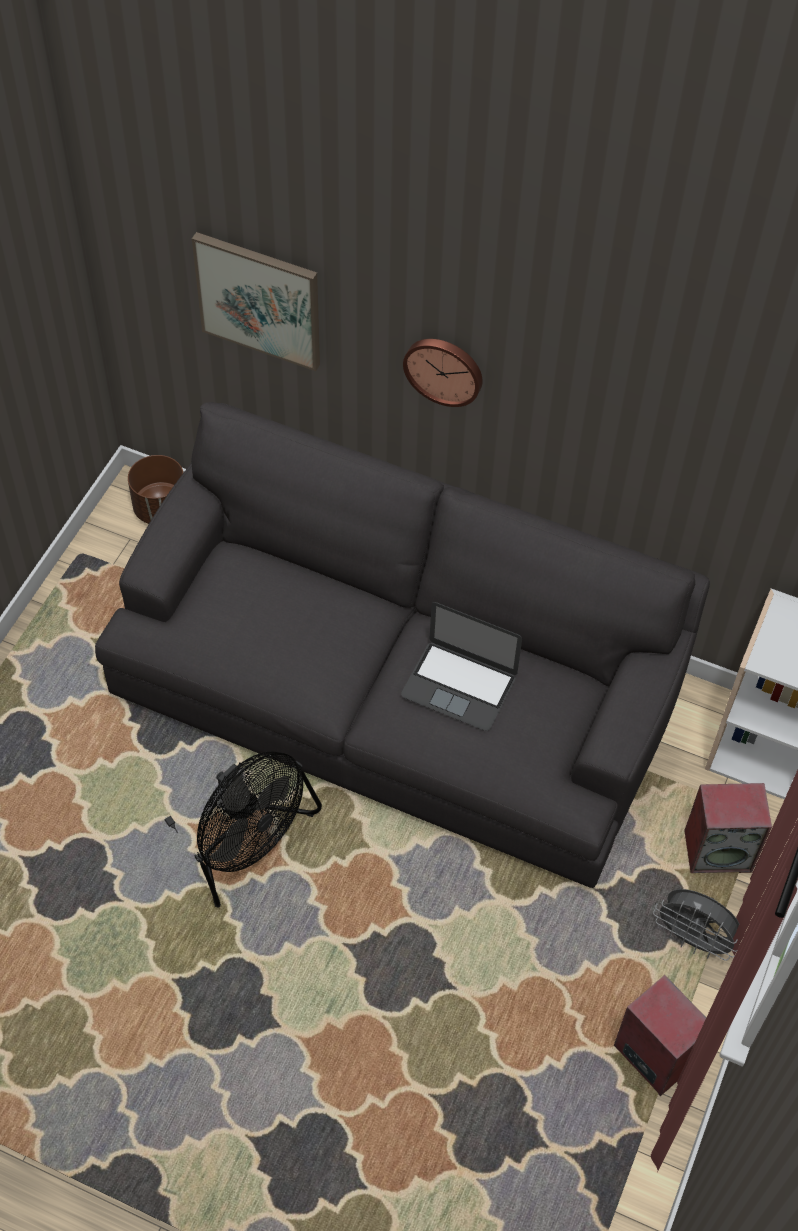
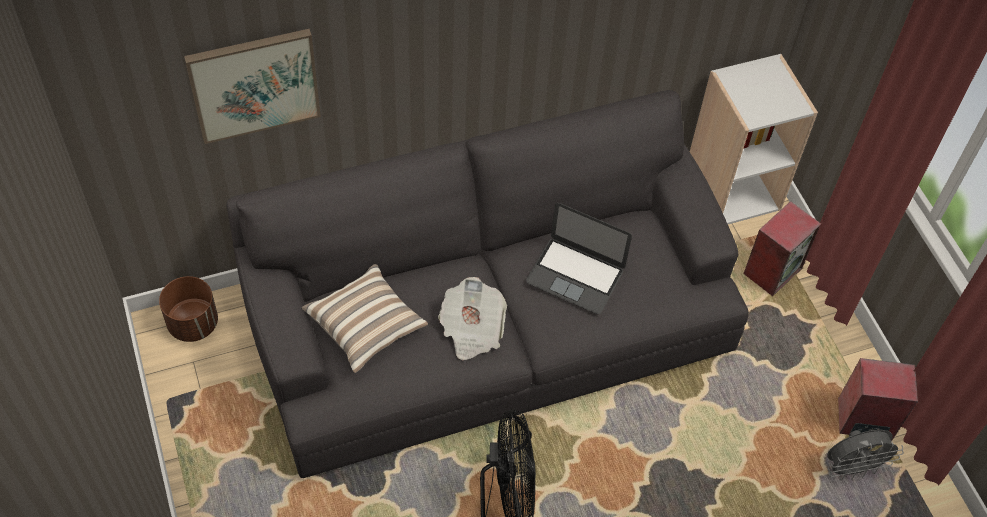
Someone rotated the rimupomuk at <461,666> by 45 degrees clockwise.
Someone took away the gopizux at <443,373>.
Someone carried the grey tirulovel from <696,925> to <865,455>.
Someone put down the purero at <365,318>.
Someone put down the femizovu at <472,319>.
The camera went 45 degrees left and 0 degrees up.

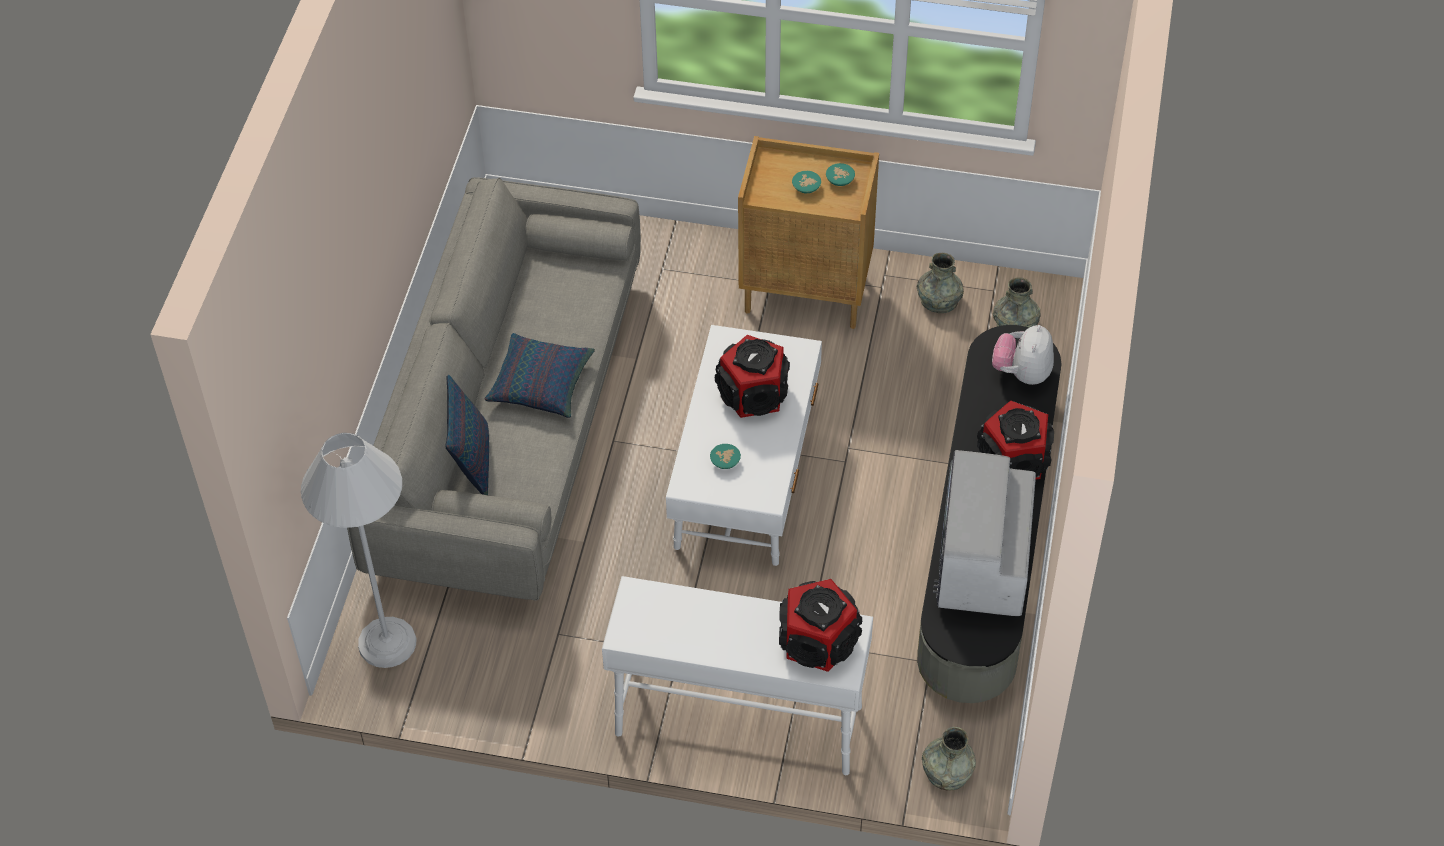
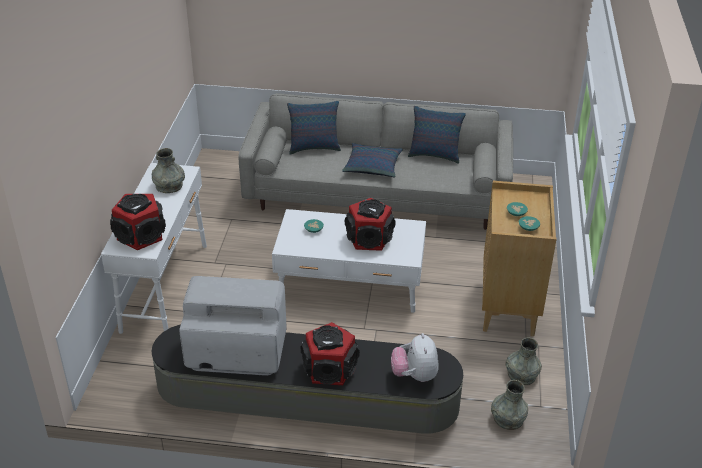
Someone took away the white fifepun at <358,550>.
Someone carried the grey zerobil from <949,759> to <168,170>.
Someone rotated the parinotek at <1023,355> by 105 degrees counterclockwise.
Someone put down the blue purero at <437,135>.
The camera went 85 degrees right and 15 degrees down.

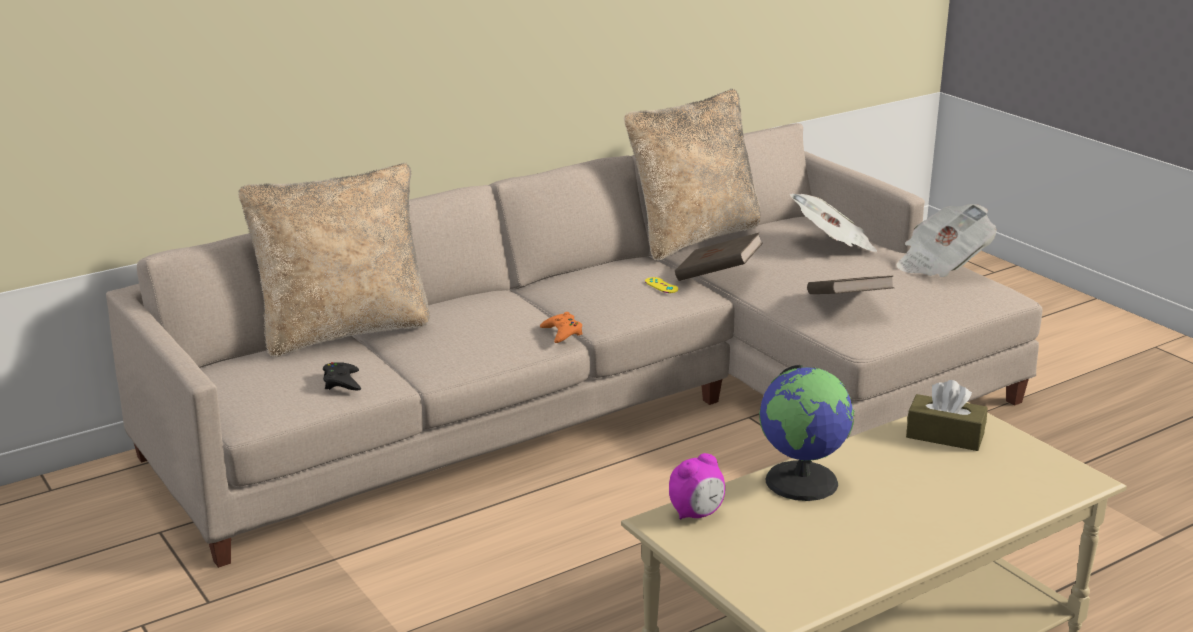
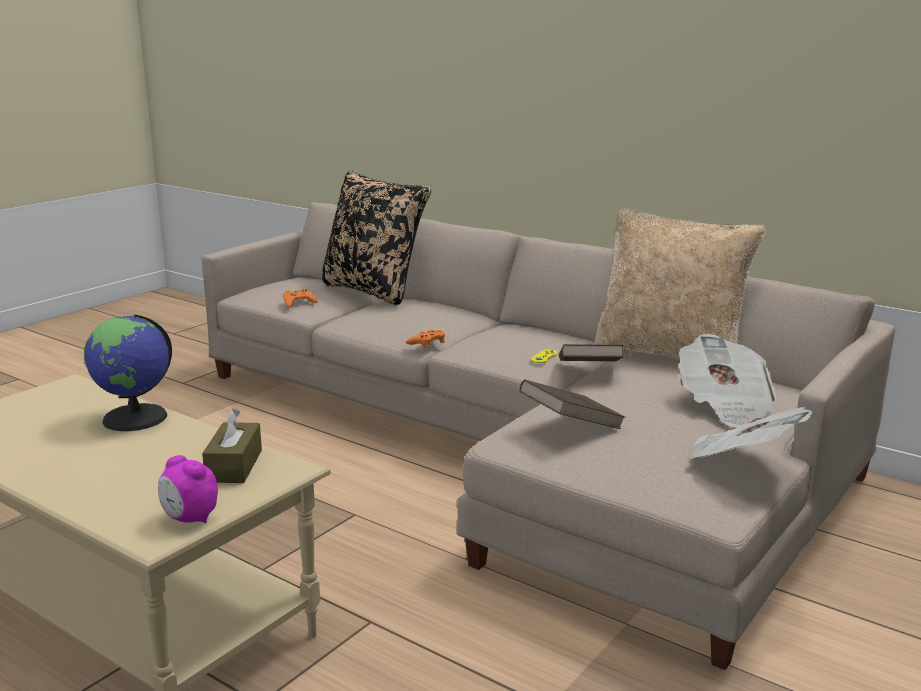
Someone repainted the beige purero at <334,260>, which became the black purero at <376,238>.
Someone repainted the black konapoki at <342,376>, which became the orange konapoki at <300,299>.
Someone carried the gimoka from <697,486> to <188,489>.
The camera went 70 degrees right and 5 degrees down.

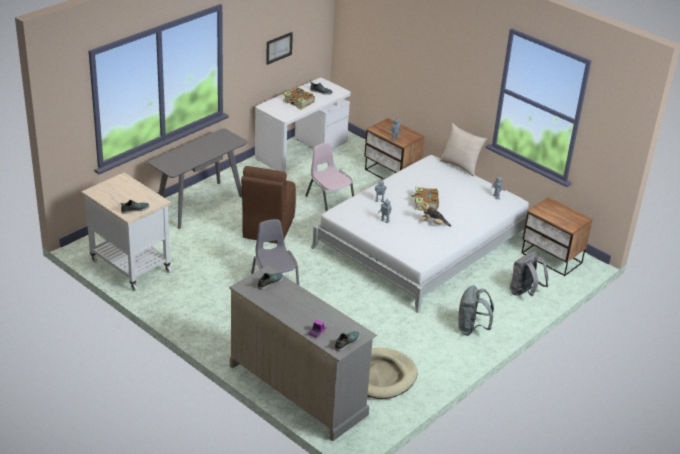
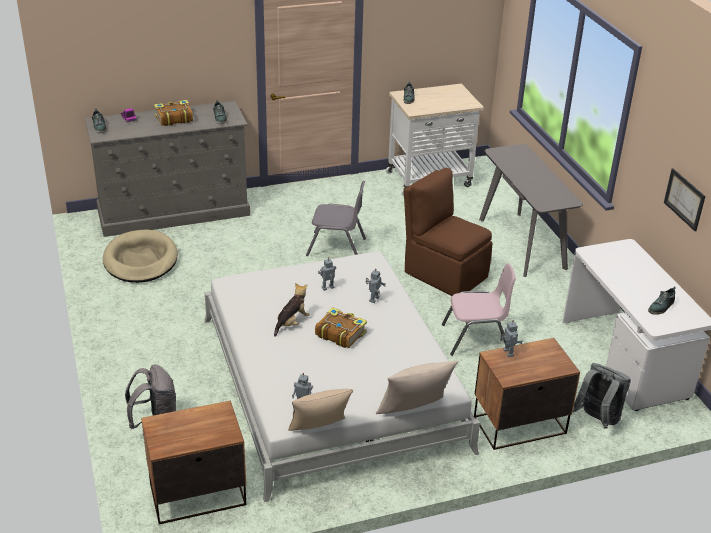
Someone carried the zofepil from <299,99> to <173,113>.
Someone carried the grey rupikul from <476,311> to <602,396>.
Someone put down the beige purero at <320,410>.
The camera went 120 degrees right and 0 degrees up.

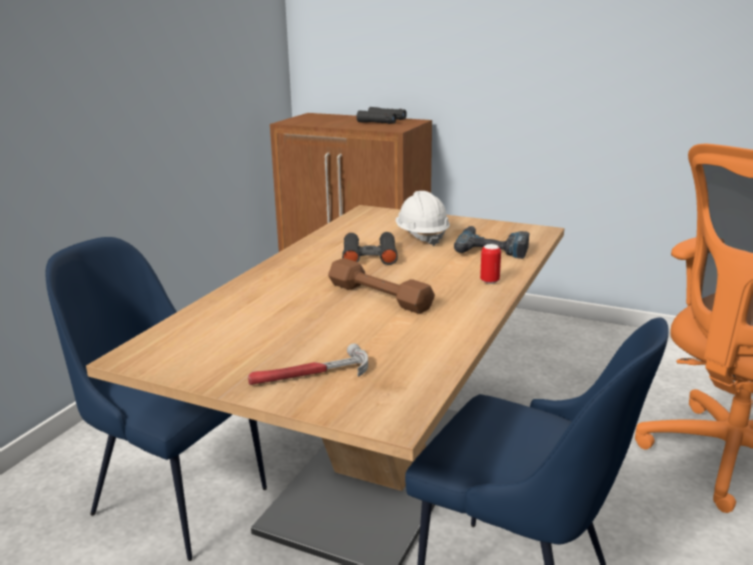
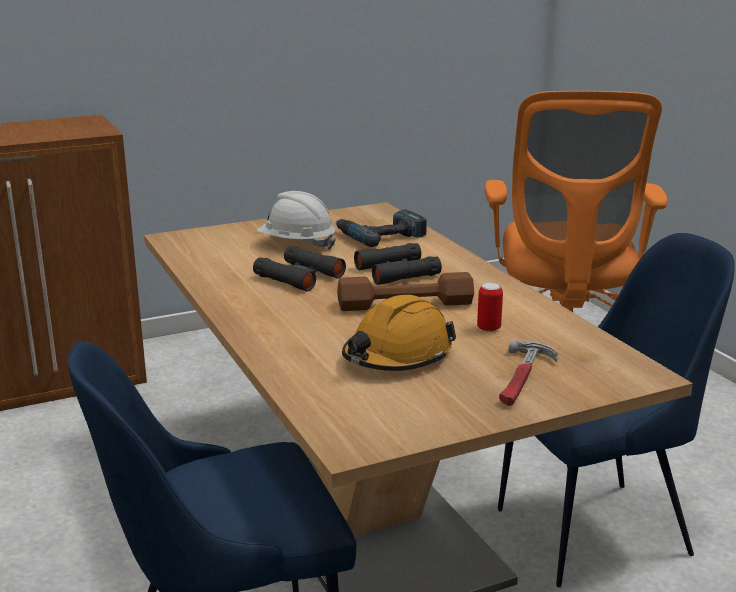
Someone carried the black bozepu from <382,115> to <398,264>.
Someone carried the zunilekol from <490,264> to <490,307>.
Someone put down the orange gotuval at <399,333>.
The camera went 50 degrees left and 0 degrees up.

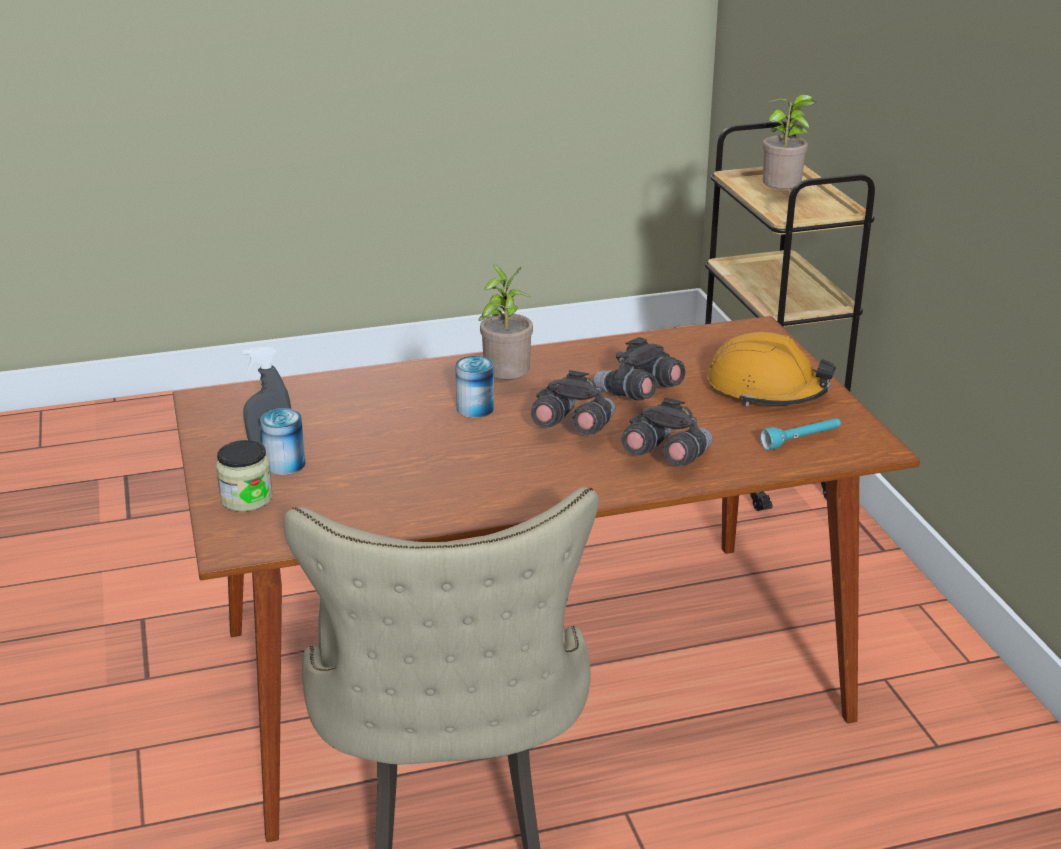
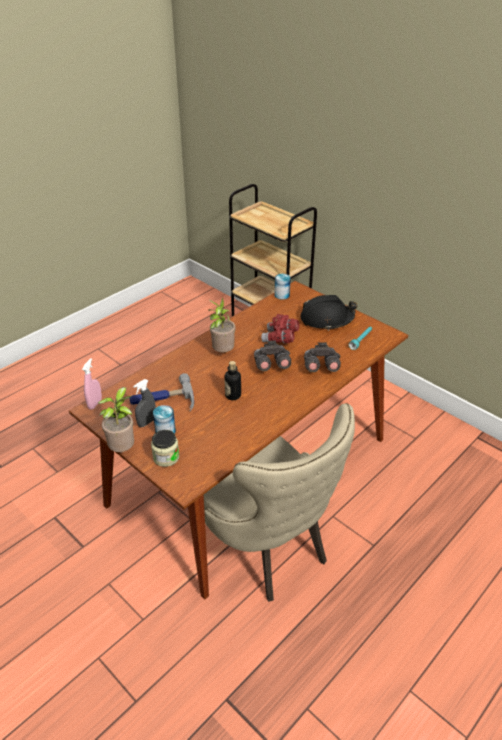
Someone carried the zunilekol from <474,387> to <282,287>.
Someone repainted the grey bozepu at <639,368>, which became the red bozepu at <280,329>.
Someone repainted the orange gotuval at <771,369>, which became the black gotuval at <328,313>.
Someone carried the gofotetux from <789,142> to <116,419>.
Someone put down the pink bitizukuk at <92,384>.
Someone put down the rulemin at <162,392>.
Someone put down the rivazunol at <232,380>.
The camera went 30 degrees left and 10 degrees up.

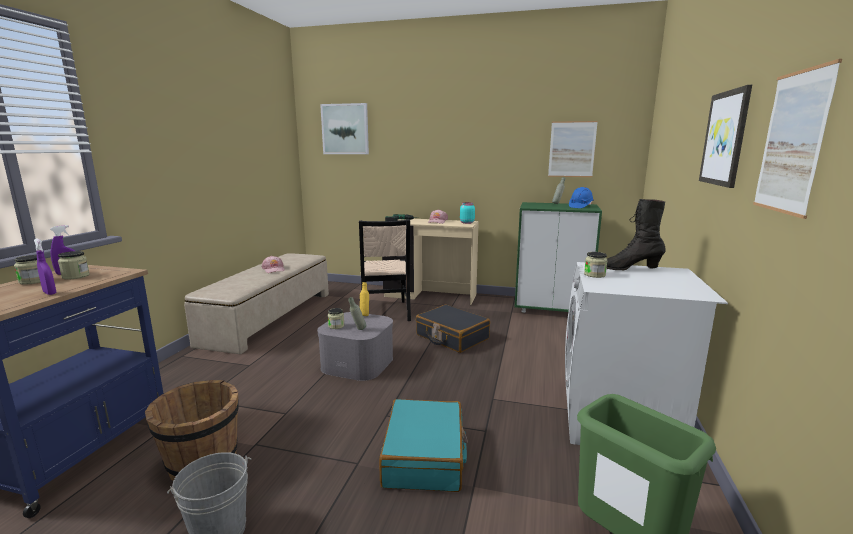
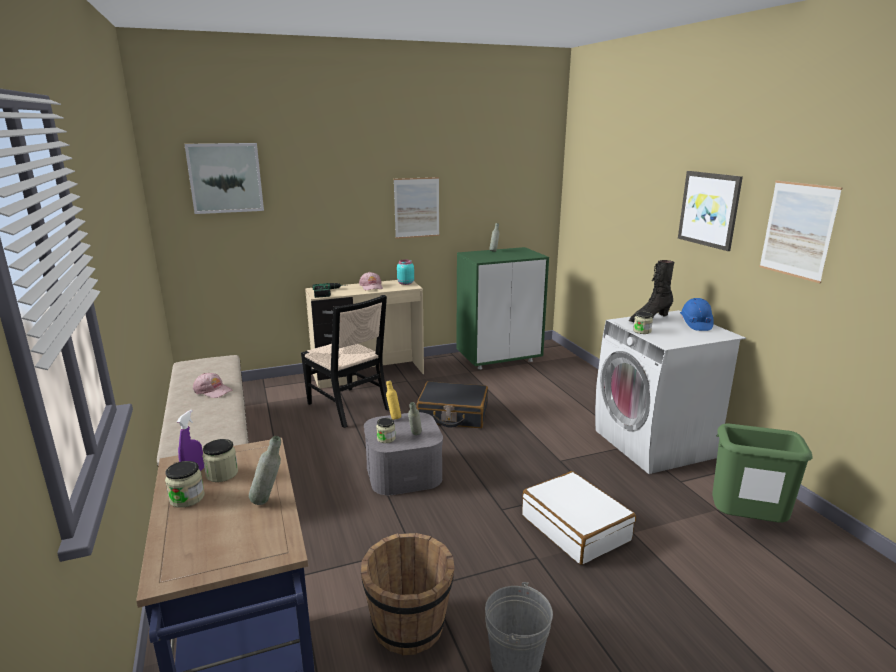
Someone swapped the purple bitizukuk at <45,267> for the grey rivazunol at <265,470>.
Someone repainted the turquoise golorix at <423,445>, which became the white golorix at <579,518>.
Someone carried the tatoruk from <573,149> to <416,208>.
Someone carried the blue gotuval from <581,197> to <697,314>.
The camera went 35 degrees left and 5 degrees up.

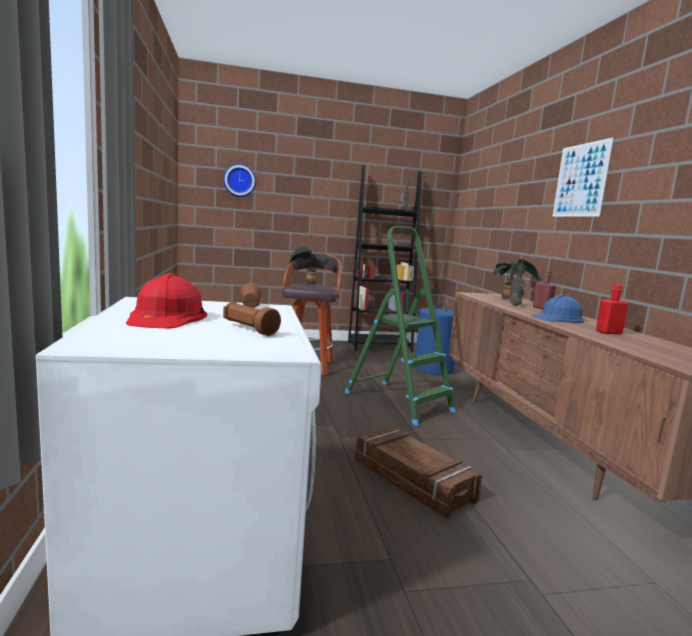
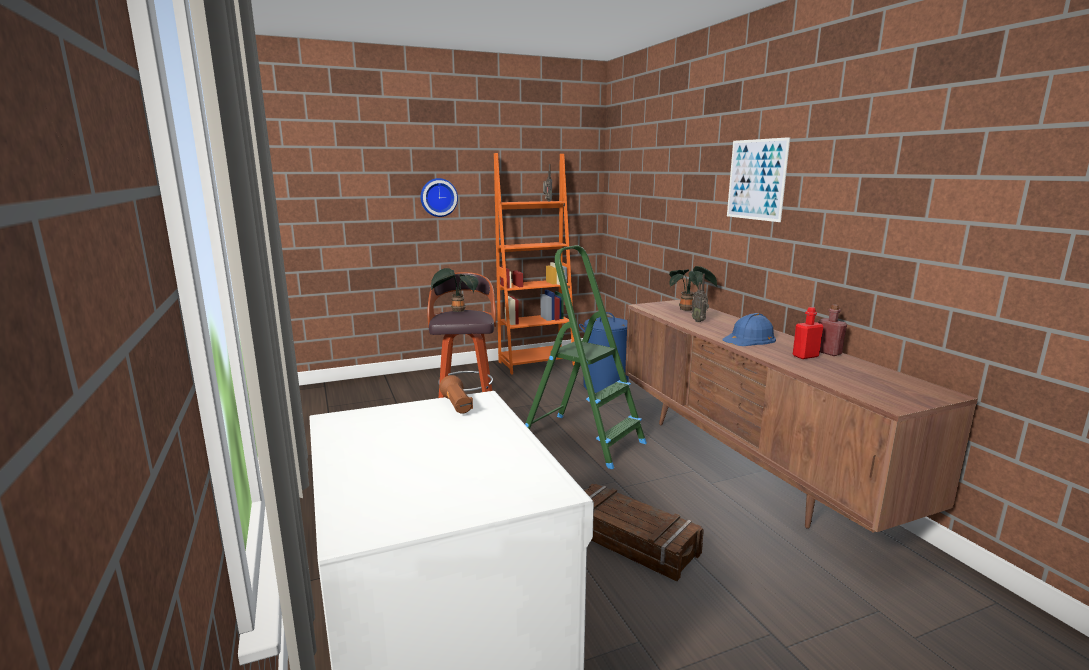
Someone took away the red gotuval at <166,300>.
Someone carried the gopizux from <239,180> to <439,197>.
Someone took away the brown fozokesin at <252,319>.
Someone repainted the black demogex at <385,258>, which became the orange demogex at <534,263>.
Someone carried the red rivazunol from <544,290> to <832,330>.
The camera went 10 degrees left and 5 degrees up.

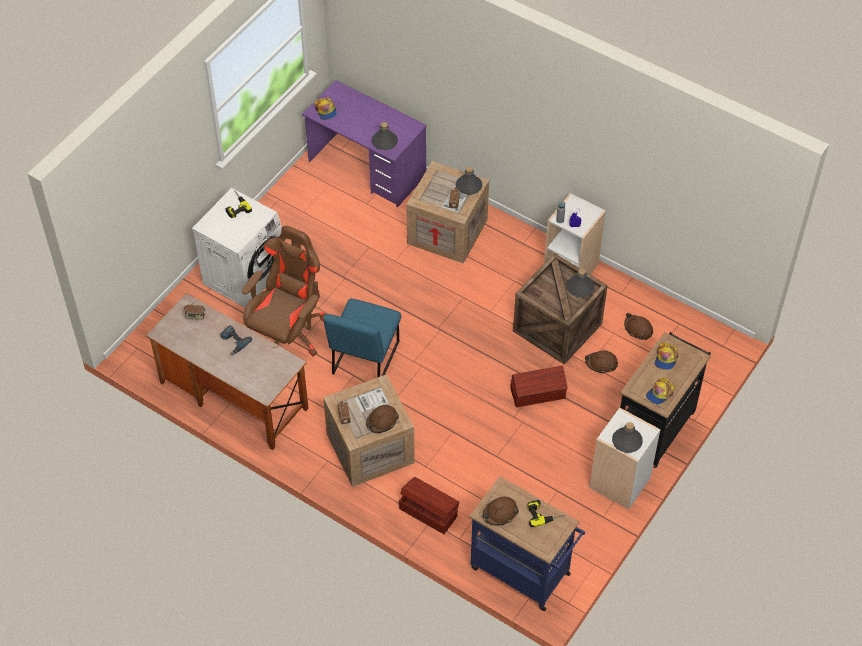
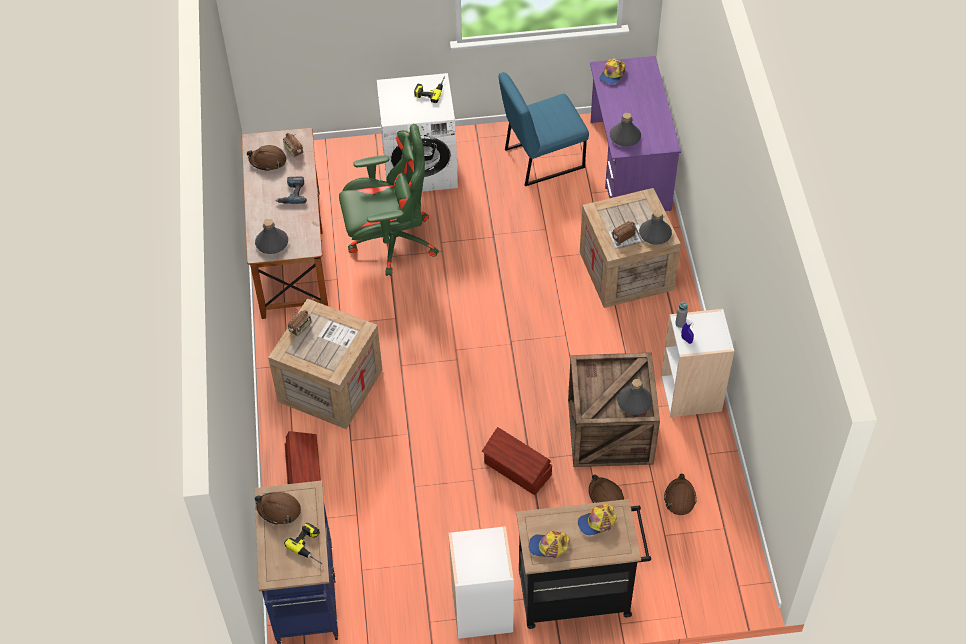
Someone repainted the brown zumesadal at <284,291>, which became the green zumesadal at <389,199>.
Someone carried the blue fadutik from <362,338> to <543,129>.
Someone carried the brown gotuval from <382,419> to <267,158>.
Someone carried the grey rivazunol from <627,437> to <271,236>.
The camera went 50 degrees right and 0 degrees up.

